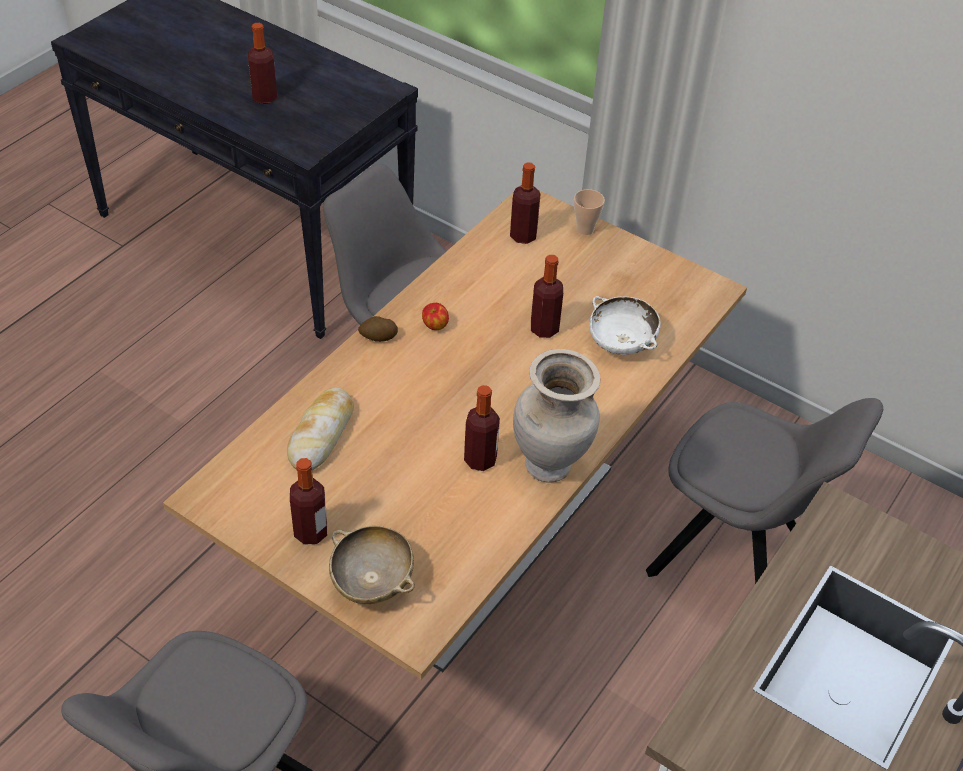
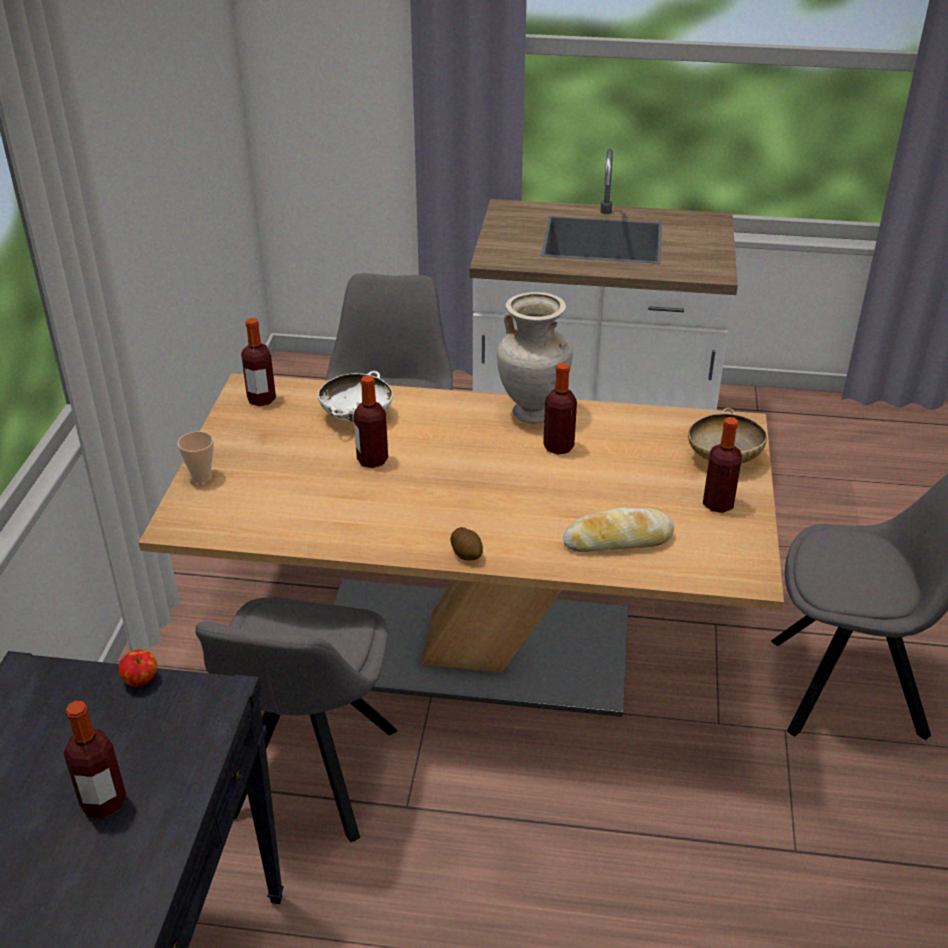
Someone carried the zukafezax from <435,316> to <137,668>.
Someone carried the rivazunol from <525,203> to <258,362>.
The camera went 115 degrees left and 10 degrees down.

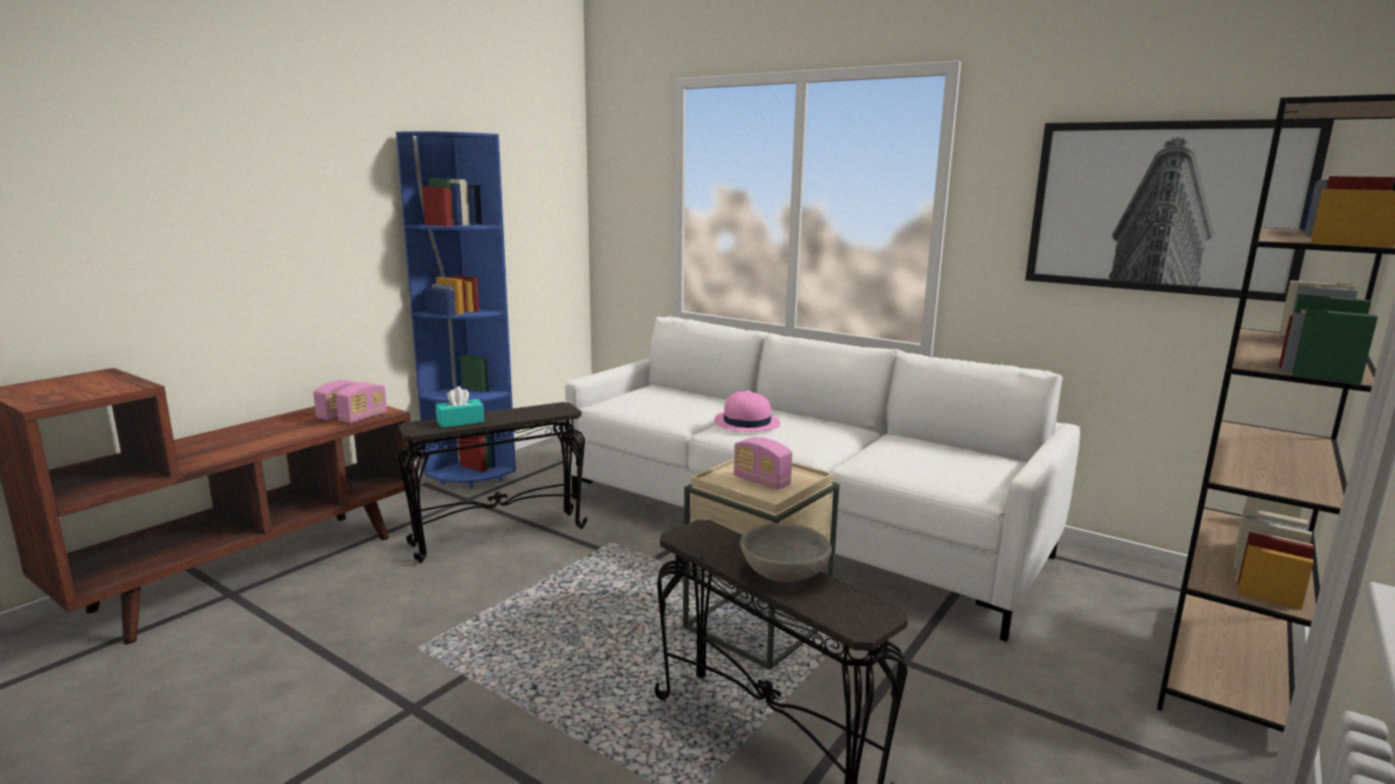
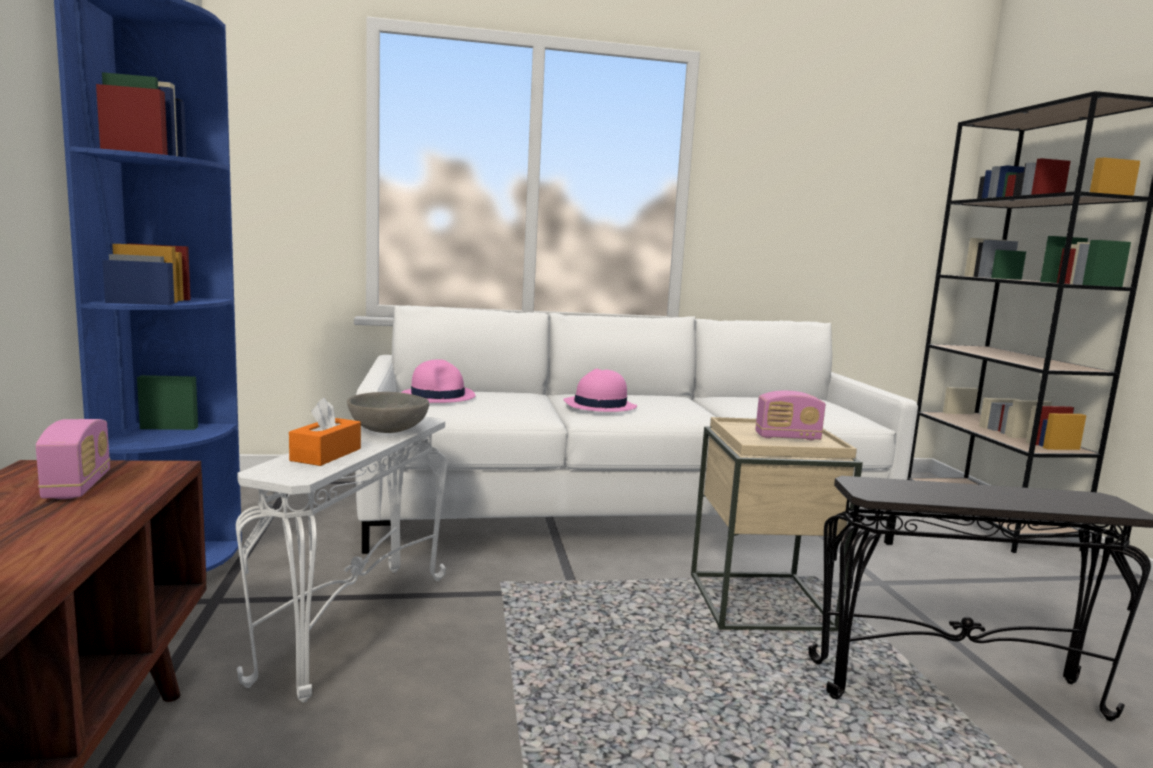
Someone took away the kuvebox at <361,402>.
Someone repainted the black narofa at <492,482>, which became the white narofa at <342,560>.
Someone repainted the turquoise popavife at <460,407>, which became the orange popavife at <325,432>.
Someone carried the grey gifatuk from <786,552> to <388,412>.
Someone took away the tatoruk at <1179,210>.
Someone put down the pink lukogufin at <438,381>.
The camera went 45 degrees left and 5 degrees down.

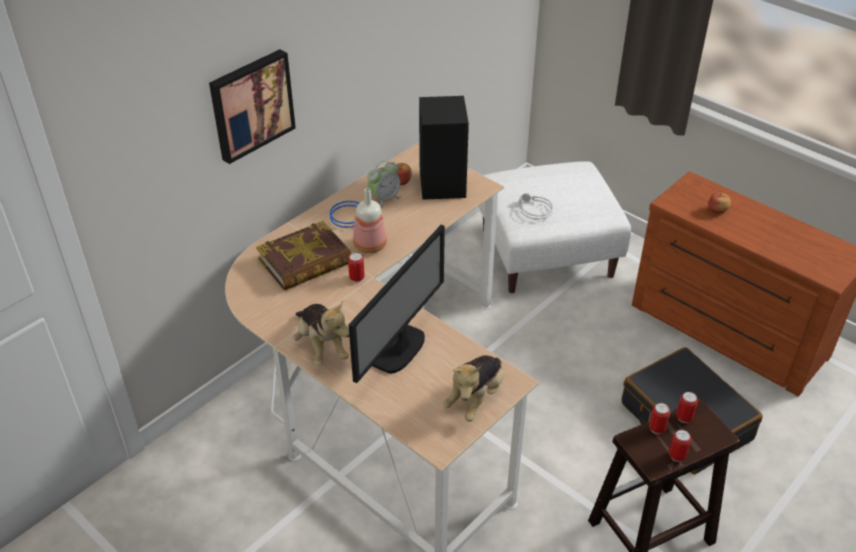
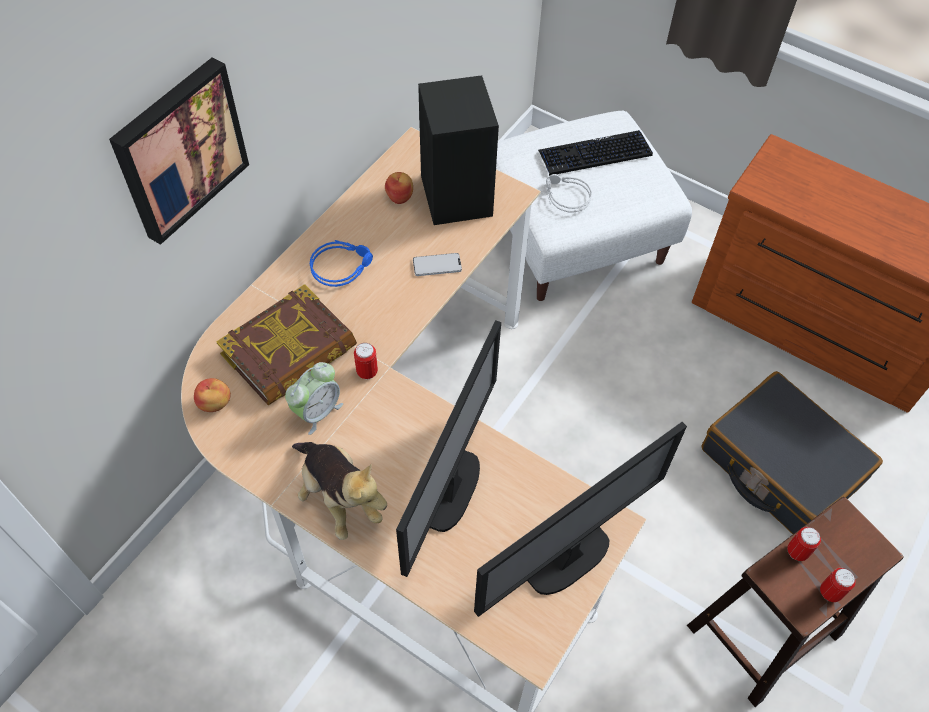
Someone took away the rivazunol at <370,220>.
Someone carried the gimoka from <384,184> to <314,398>.
Someone swapped the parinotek at <473,388> for the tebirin at <580,519>.
Someone took away the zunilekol at <687,407>.
Someone carried the zukafezax from <719,203> to <212,395>.
Someone put down the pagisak at <437,264>.
Someone put down the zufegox at <595,153>.
The camera went 10 degrees left and 15 degrees up.

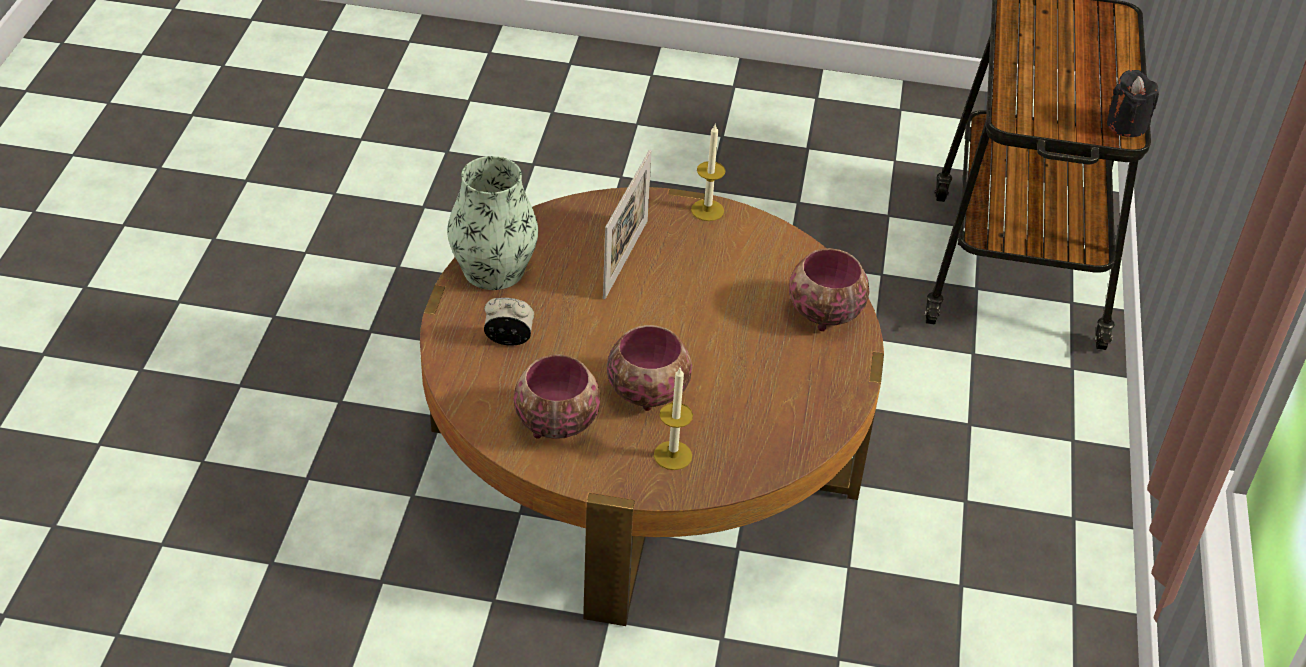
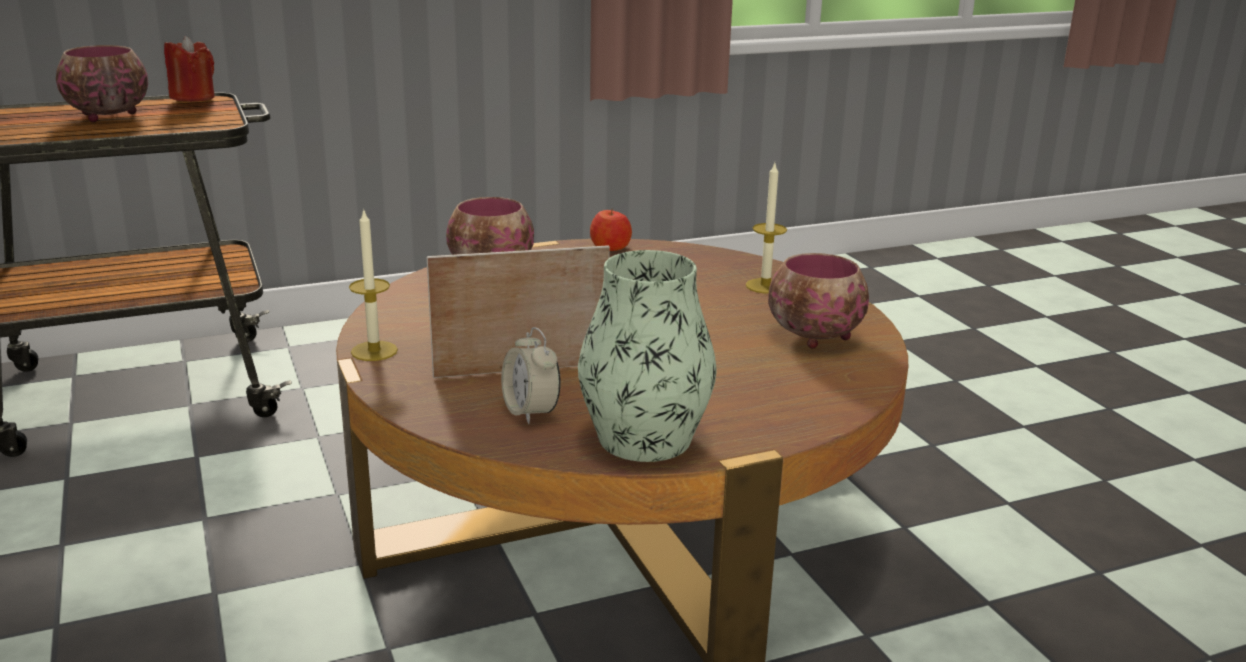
Someone carried the gimoka from <509,322> to <531,375>.
Someone carried the gifatuk from <649,368> to <102,83>.
Someone repainted the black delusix at <1133,103>, which became the red delusix at <189,69>.
Someone put down the zukafezax at <611,229>.
The camera went 120 degrees left and 20 degrees down.

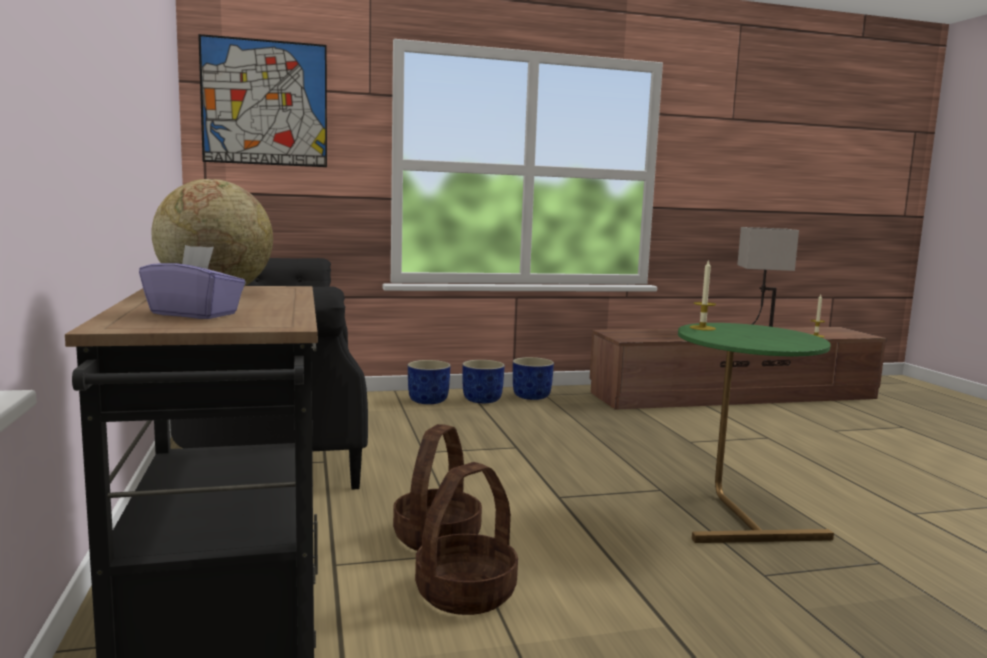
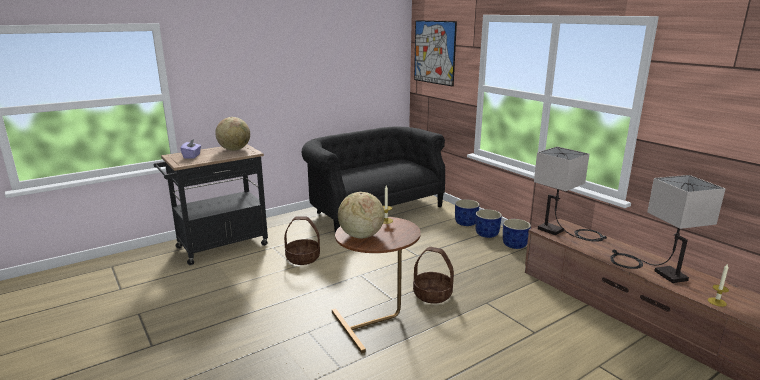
Someone carried the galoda from <466,538> to <433,275>.
Someone repainted the green narofa at <756,433>, which became the brown narofa at <376,285>.
Someone put down the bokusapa at <361,215>.
Someone put down the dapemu at <570,194>.
The camera went 70 degrees right and 10 degrees up.

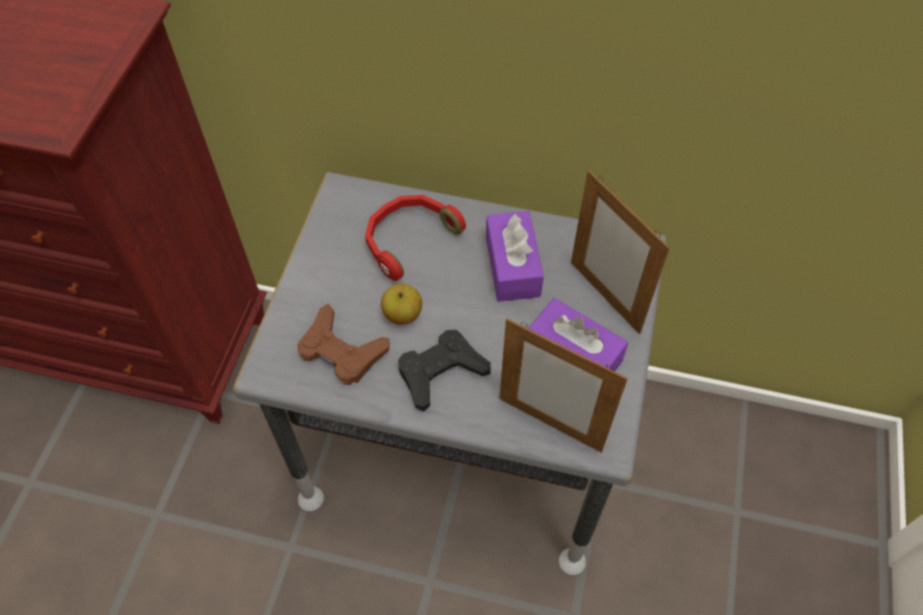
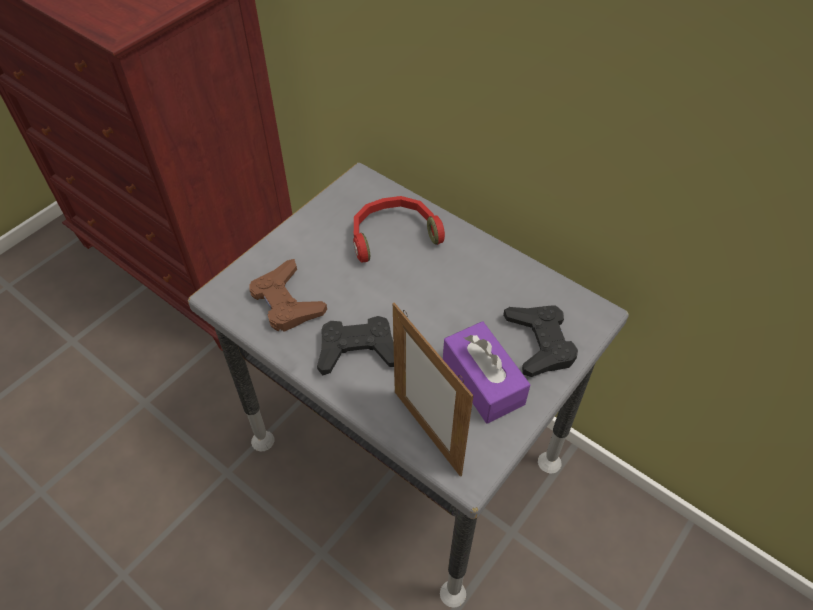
Someone took away the zukafezax at <401,304>.
Someone took away the purple popavife at <515,256>.
Someone swapped the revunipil at <620,252> for the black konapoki at <540,341>.
The camera went 25 degrees right and 5 degrees down.

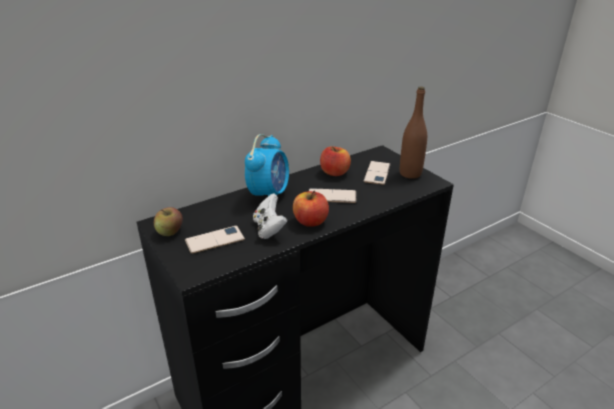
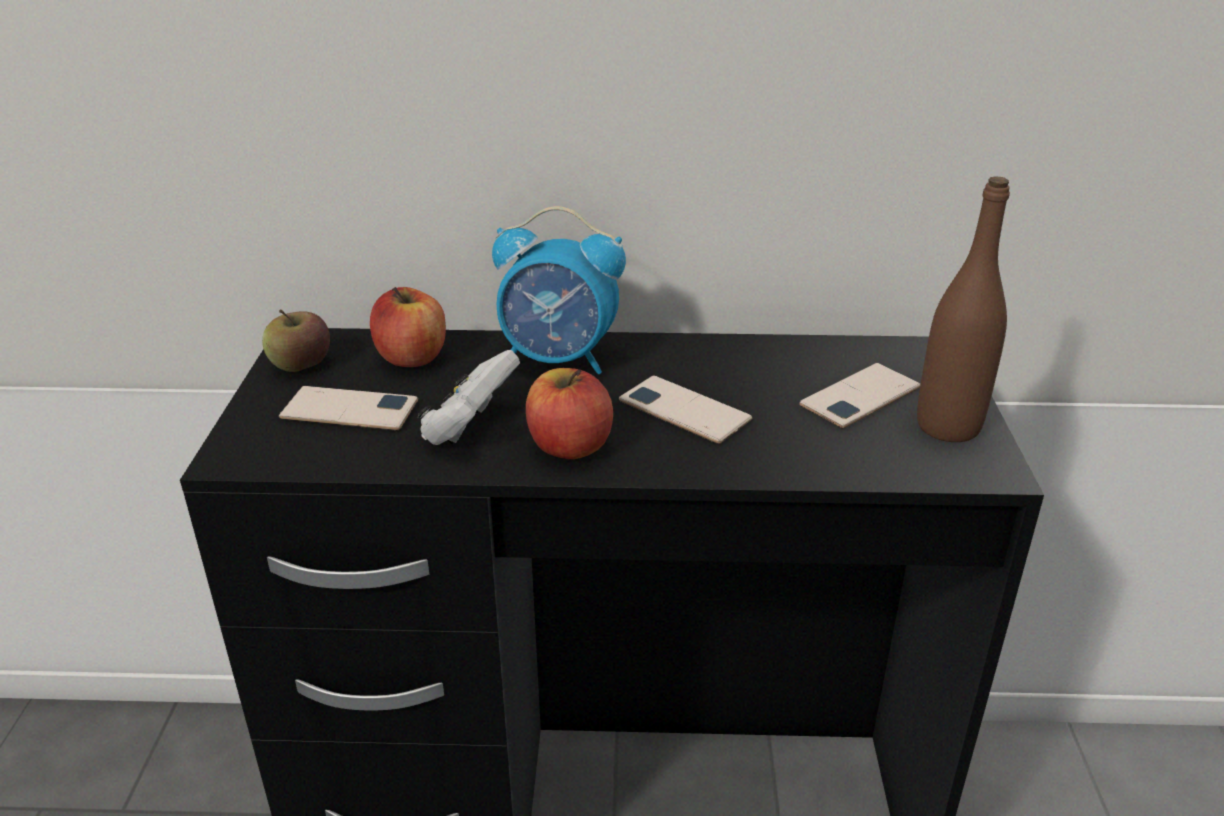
Someone rotated the gimoka at <267,165> by 45 degrees clockwise.
Someone carried the zukafezax from <335,161> to <408,327>.
The camera went 35 degrees right and 0 degrees up.

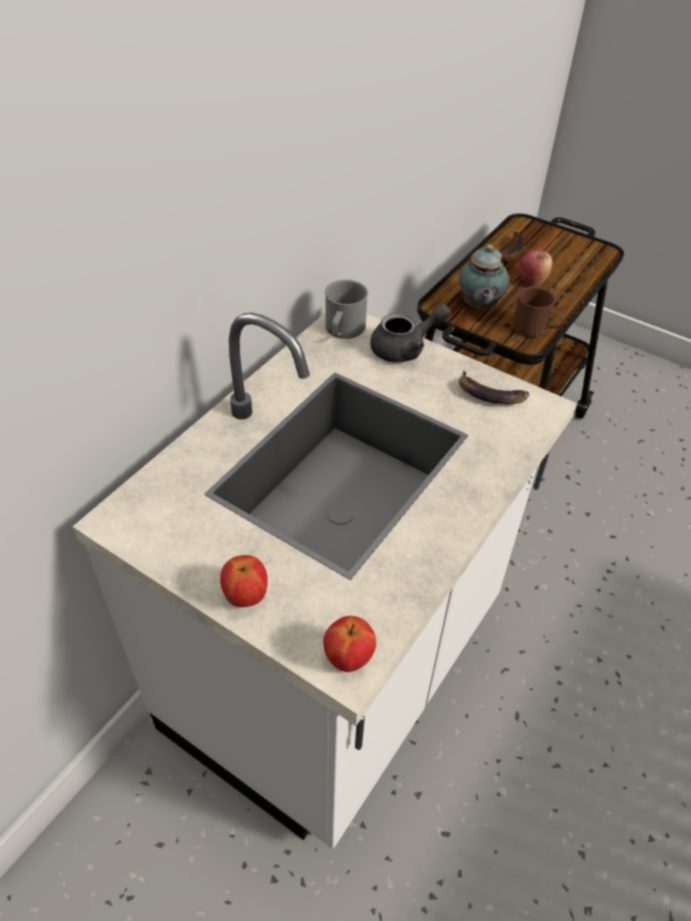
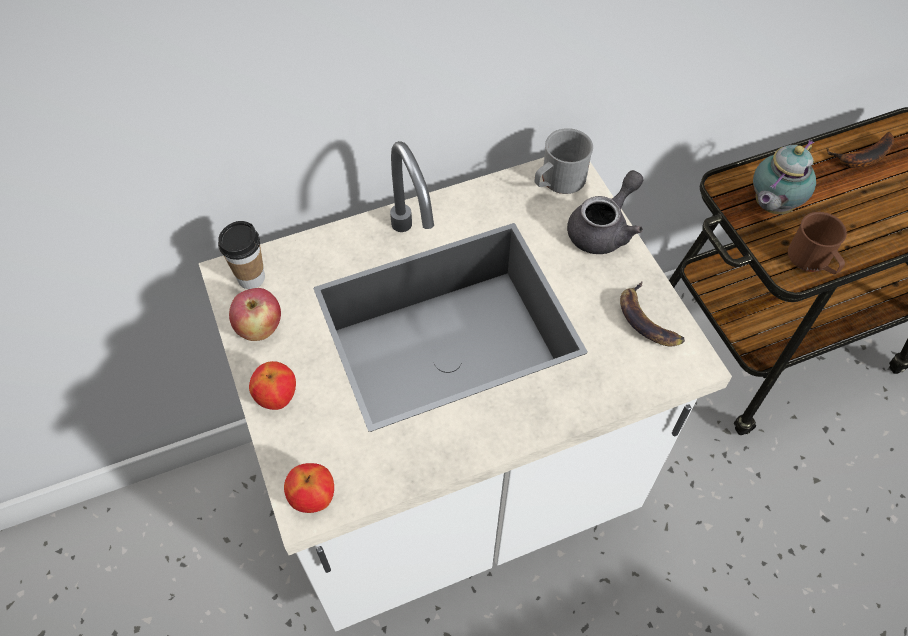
Someone rotated the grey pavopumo at <410,332> by 60 degrees counterclockwise.
Someone carried the zukafezax from <536,267> to <255,314>.
Someone put down the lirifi at <241,255>.
The camera went 35 degrees right and 10 degrees up.

